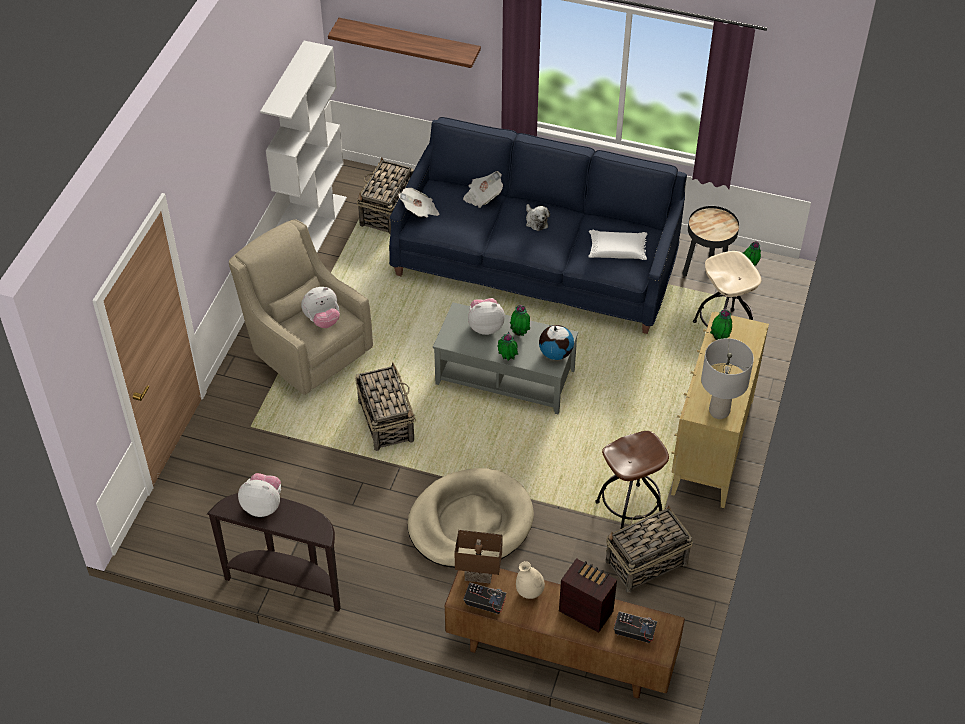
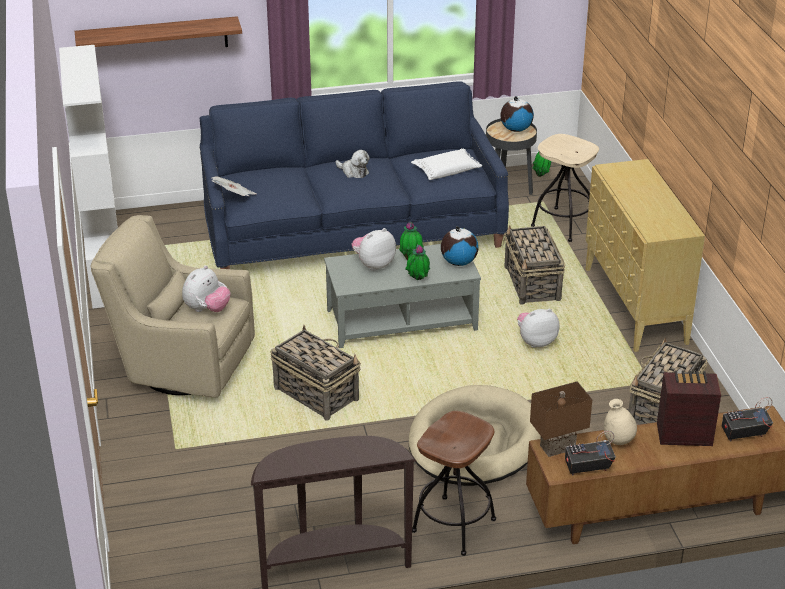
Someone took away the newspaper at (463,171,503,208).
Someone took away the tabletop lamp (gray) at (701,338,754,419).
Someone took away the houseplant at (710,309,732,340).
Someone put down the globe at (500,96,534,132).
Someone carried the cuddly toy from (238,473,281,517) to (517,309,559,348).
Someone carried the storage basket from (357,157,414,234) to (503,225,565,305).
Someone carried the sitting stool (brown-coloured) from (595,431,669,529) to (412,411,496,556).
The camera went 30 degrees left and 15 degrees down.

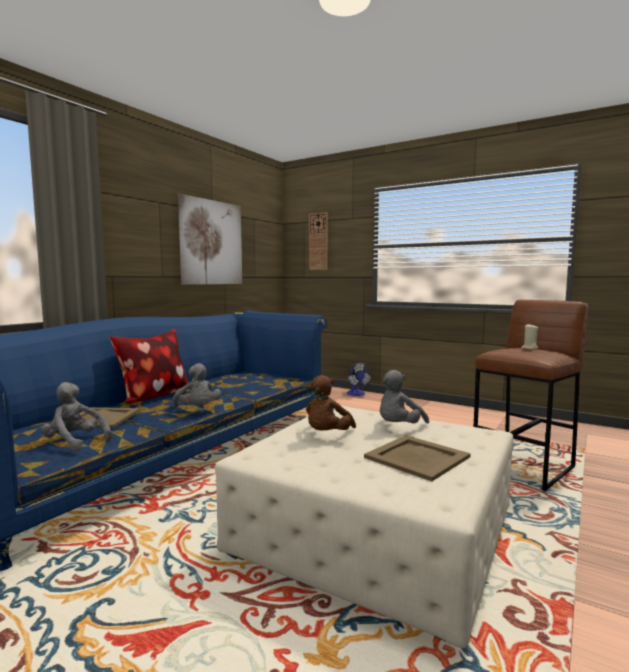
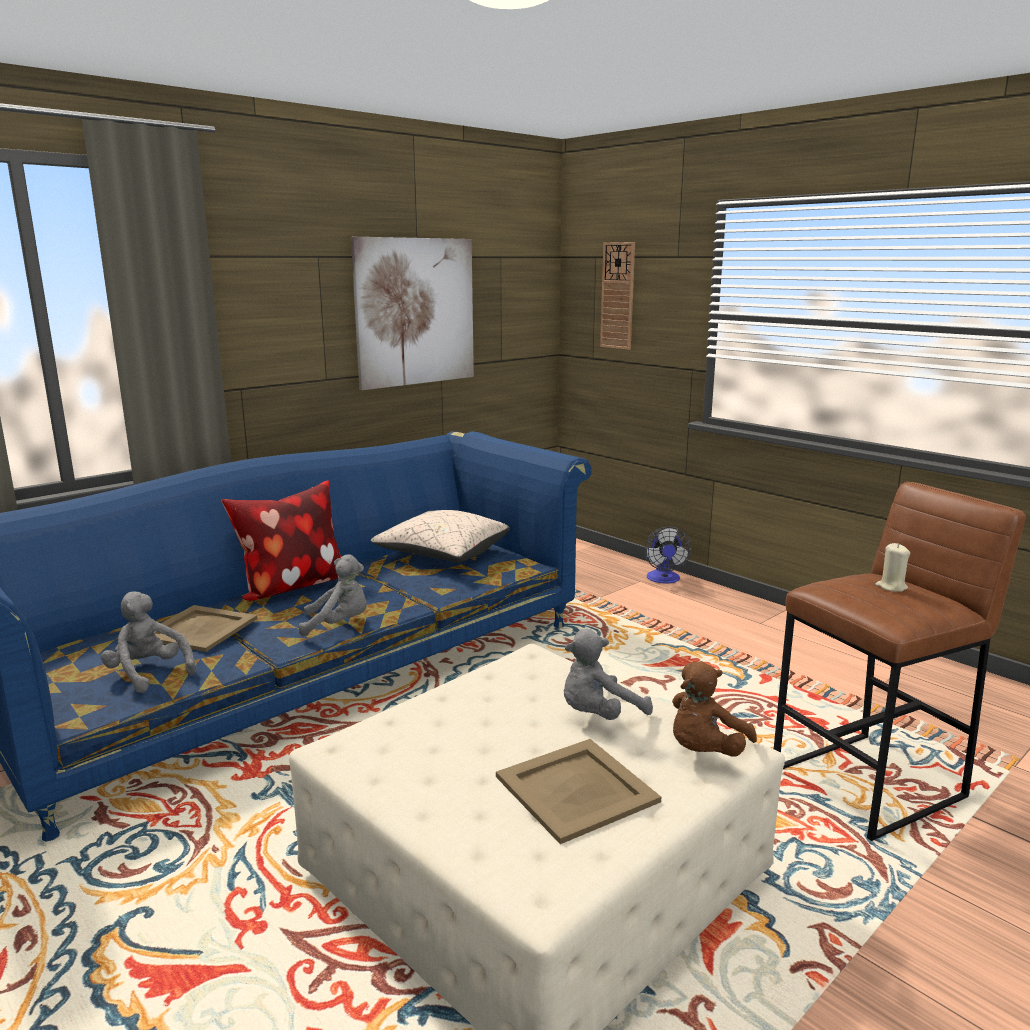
Someone put down the cushion (beige) at (371,510,510,562).
Someone carried the cuddly toy (brown-coloured) from (306,375,356,431) to (672,661,757,757).
Someone rotated the cuddly toy (gray) at (173,363,221,407) by 75 degrees counterclockwise.
The camera went 15 degrees right and 10 degrees up.

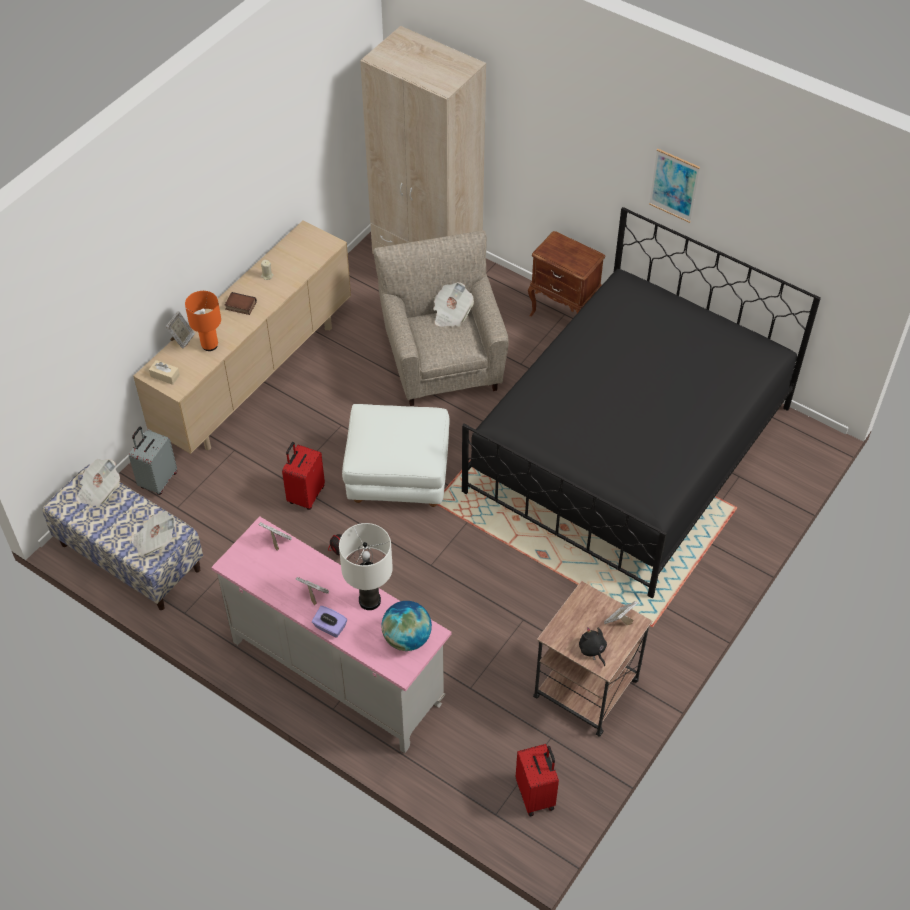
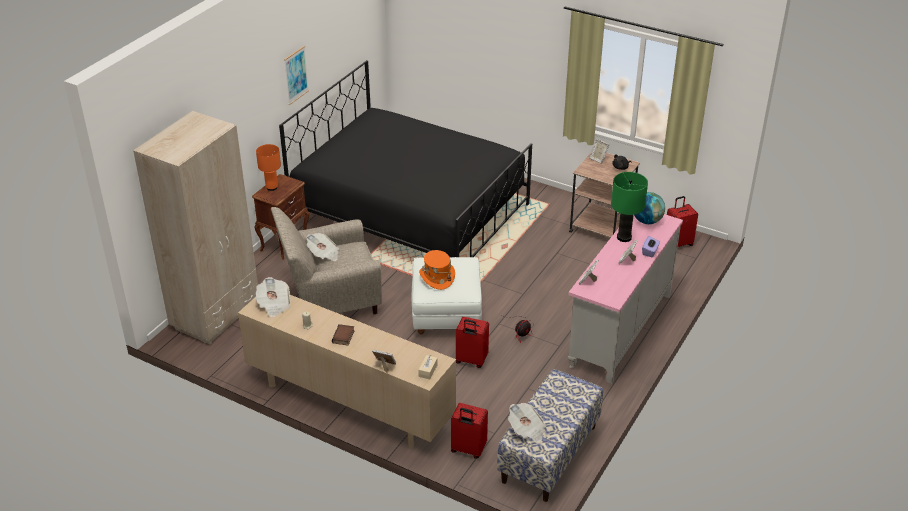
Someone put down the wearable hat (orangey) at (419,250,455,290).
Someone carried the newspaper from (131,511,176,557) to (255,277,291,317).
Someone carried the tabletop lamp (orangey) from (185,291,221,351) to (256,144,281,191).
Someone repainted the piece of luggage (gray) at (129,427,177,495), which became the piece of luggage (red-coloured) at (451,403,488,459).
Someone repainted the tabletop lamp (whitish) at (339,523,393,610), which became the tabletop lamp (greenish) at (611,172,648,242).
The camera went 95 degrees left and 15 degrees down.

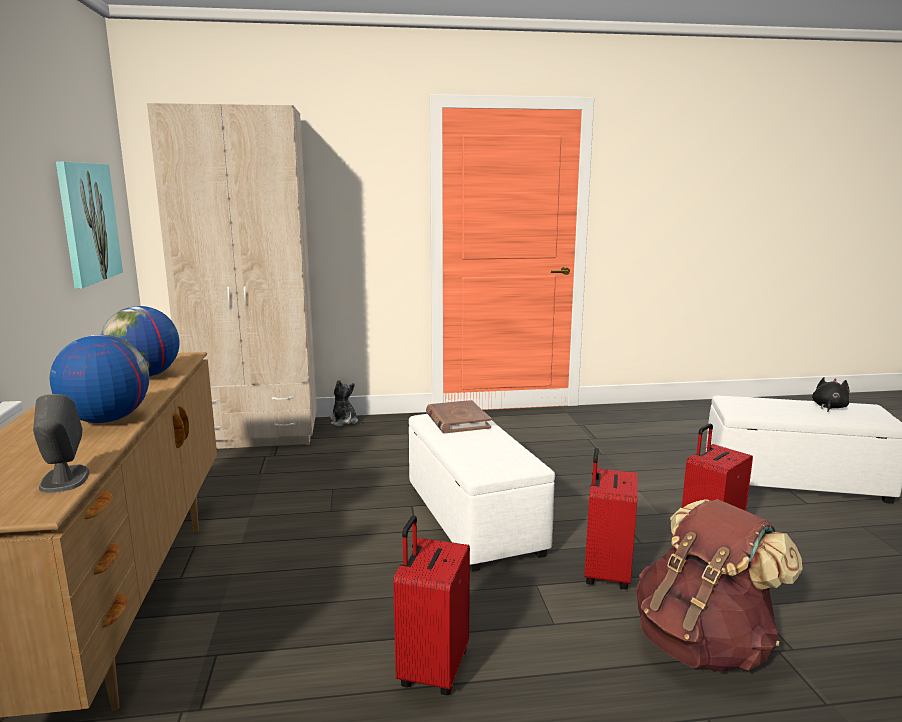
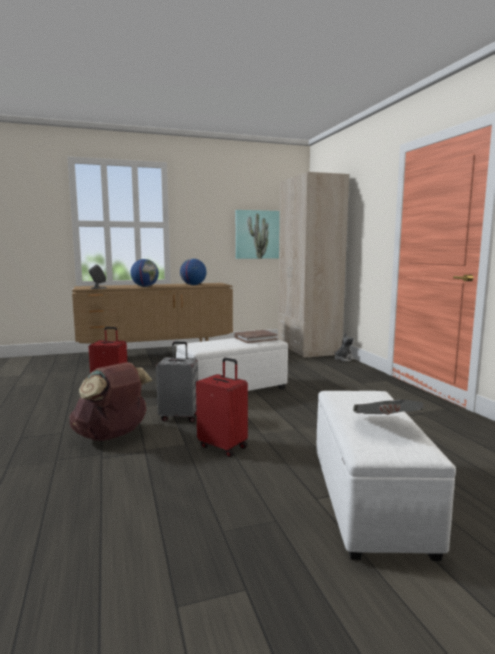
Someone swapped the cuddly toy (black) at (812,377,849,412) for the newspaper at (353,400,424,415).
Someone repainted the piece of luggage (red-coloured) at (584,448,637,590), which became the piece of luggage (gray) at (156,342,198,422).
The camera went 80 degrees right and 5 degrees down.

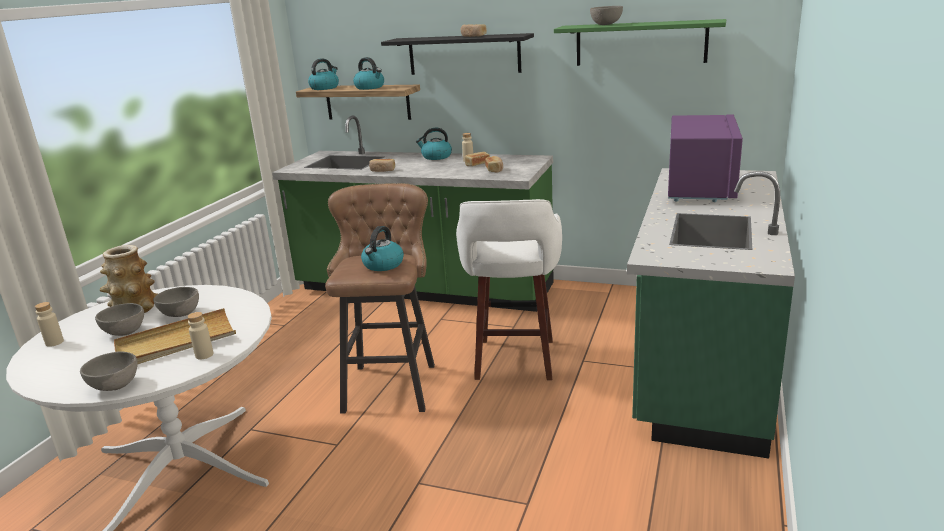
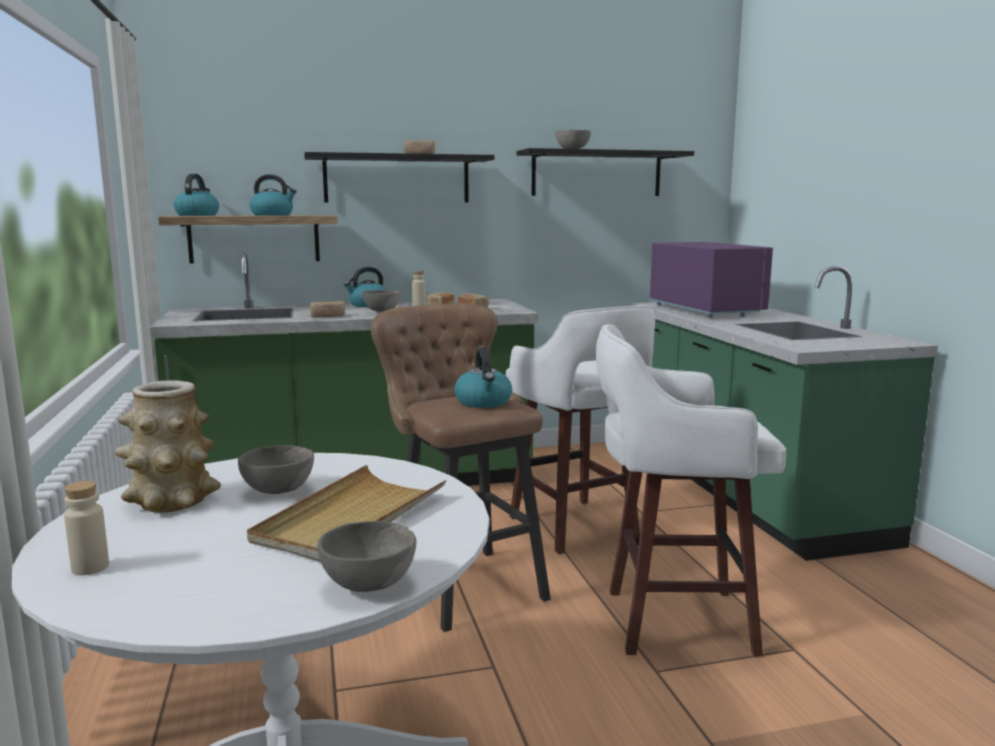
Someone took away the drink bottle (beige) at (187,312,213,360).
Someone put down the sitting stool (whitish) at (596,324,786,656).
Someone carried the deep dish (gray) from (95,303,144,336) to (362,290,400,312).
Someone repainted the shelf (greenish) at (554,19,726,66), which became the shelf (black) at (516,148,694,196).
The camera went 35 degrees left and 10 degrees down.

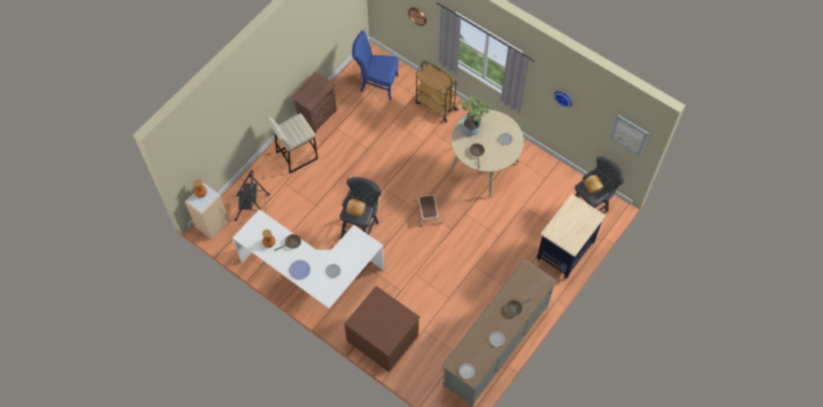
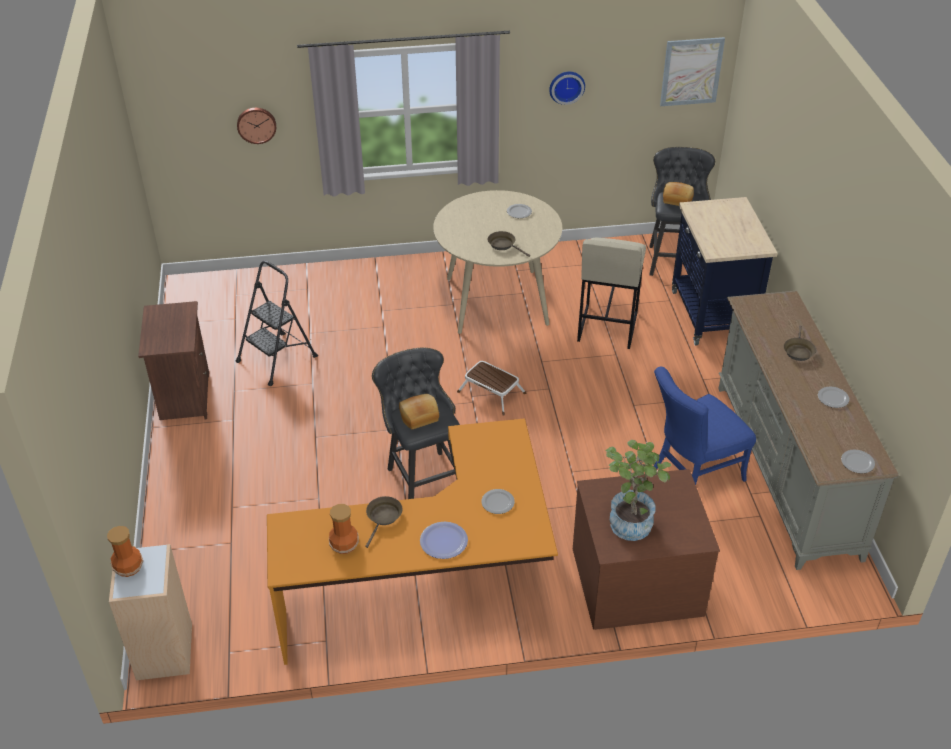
Someone took away the trolley (brown-coloured) at (415,61,459,122).
Someone carried the step ladder (black) from (235,170,270,221) to (236,261,318,386).
Someone carried the sitting stool (beige) from (266,113,318,173) to (577,238,646,349).
Someone carried the chair (bluish) from (352,30,399,100) to (654,367,756,485).
Someone carried the houseplant from (460,96,491,136) to (606,440,672,541).
Someone repainted the desk (whitish) at (233,209,384,308), which became the desk (orangey) at (267,418,558,665).
The camera went 45 degrees left and 20 degrees down.

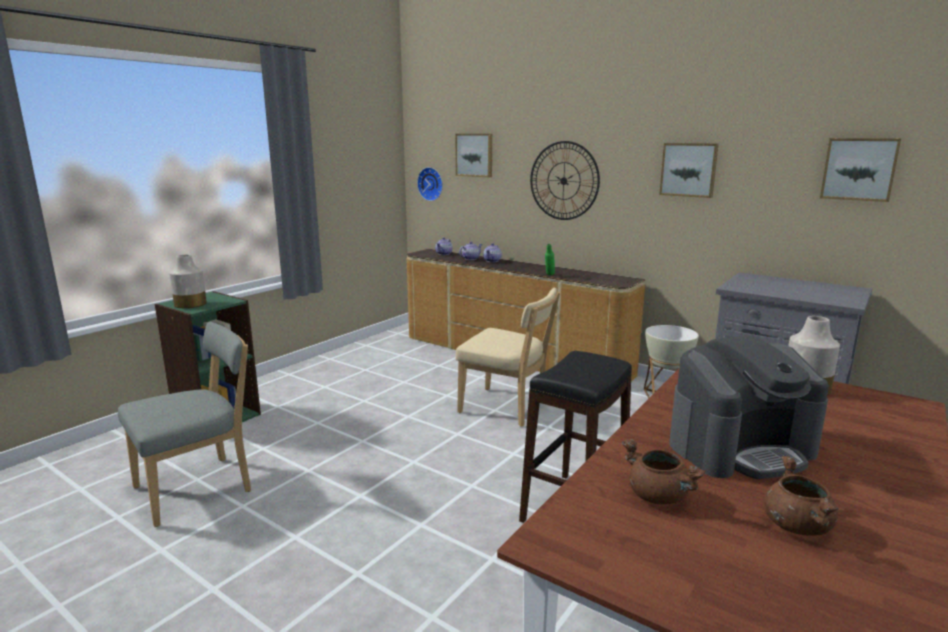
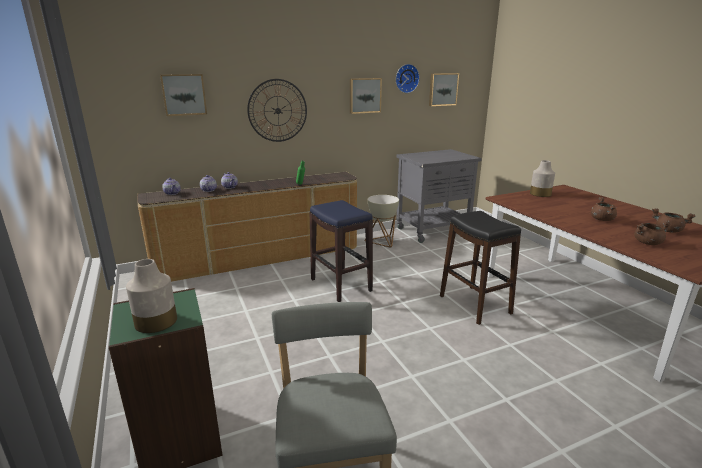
Someone carried the wall clock from (417,167,443,201) to (396,64,420,93).
Someone swapped the chair (beige) at (456,288,560,427) for the sitting stool at (310,200,373,302).
Someone swapped the coffee machine at (669,335,829,479) for the saucepot (brown-coloured) at (591,197,617,221).
The camera went 60 degrees left and 5 degrees up.

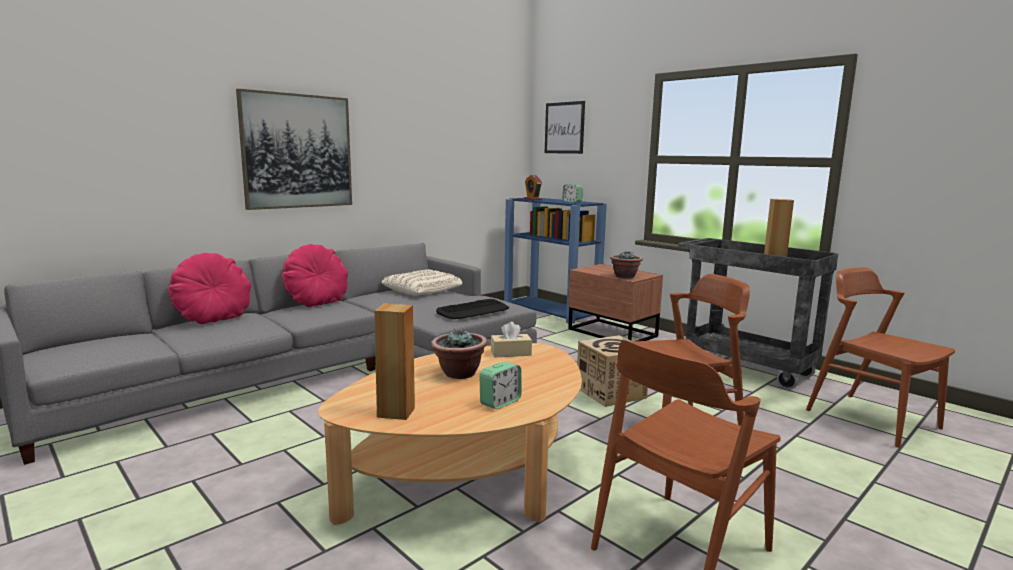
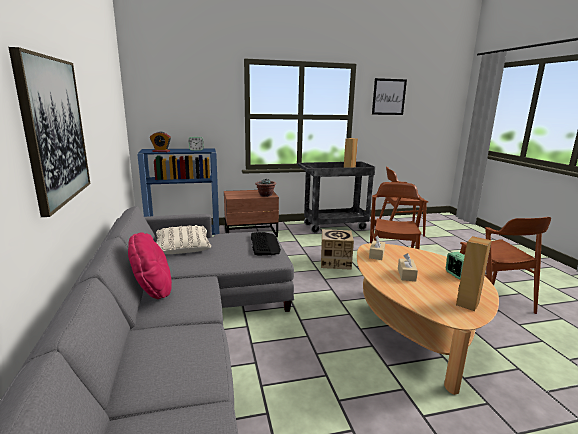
Someone took away the cushion (pink-coloured) at (168,253,251,324).
Someone carried the picture from (545,101,585,154) to (372,78,407,115).
Someone swapped the houseplant at (431,328,487,379) for the box of tissues (beige) at (398,253,418,281).
The camera went 60 degrees left and 5 degrees up.

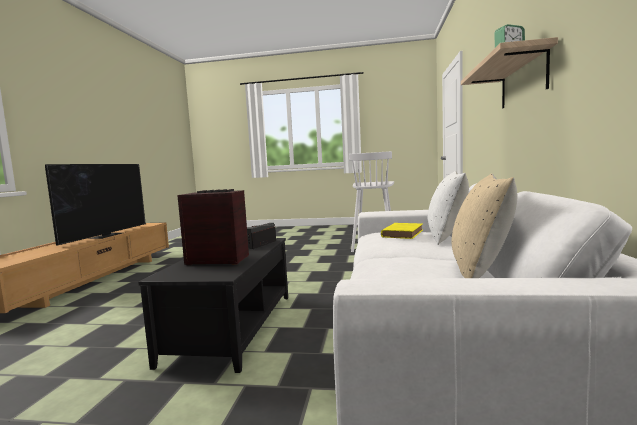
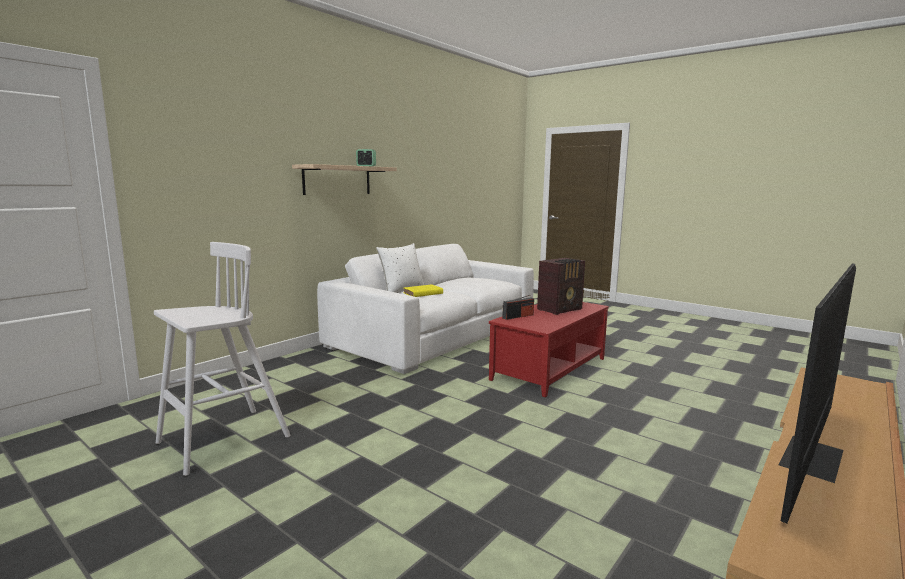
Someone took away the cushion (beige) at (451,173,517,278).
Someone repainted the lounge table (black) at (138,238,288,373), which became the lounge table (red-coloured) at (489,302,609,397).
Someone rotated the radio set at (177,189,249,265) by 75 degrees counterclockwise.
The camera went 150 degrees left and 5 degrees up.

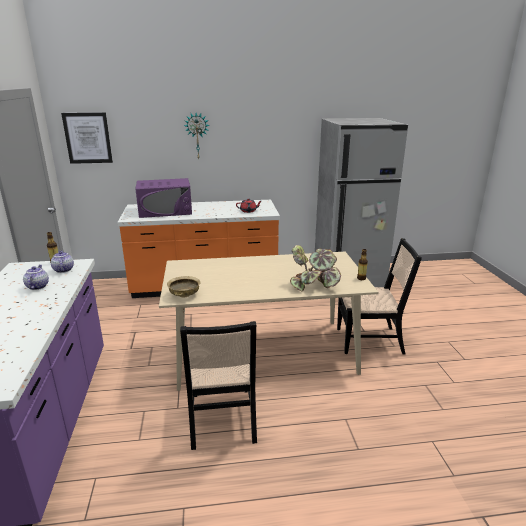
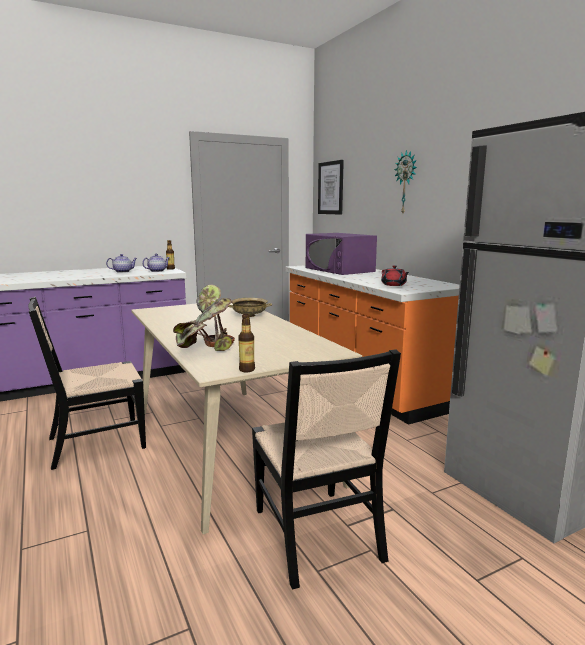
Someone carried the deep dish (beige) from (167,276,200,298) to (228,298,272,317).
The camera went 70 degrees right and 10 degrees down.

